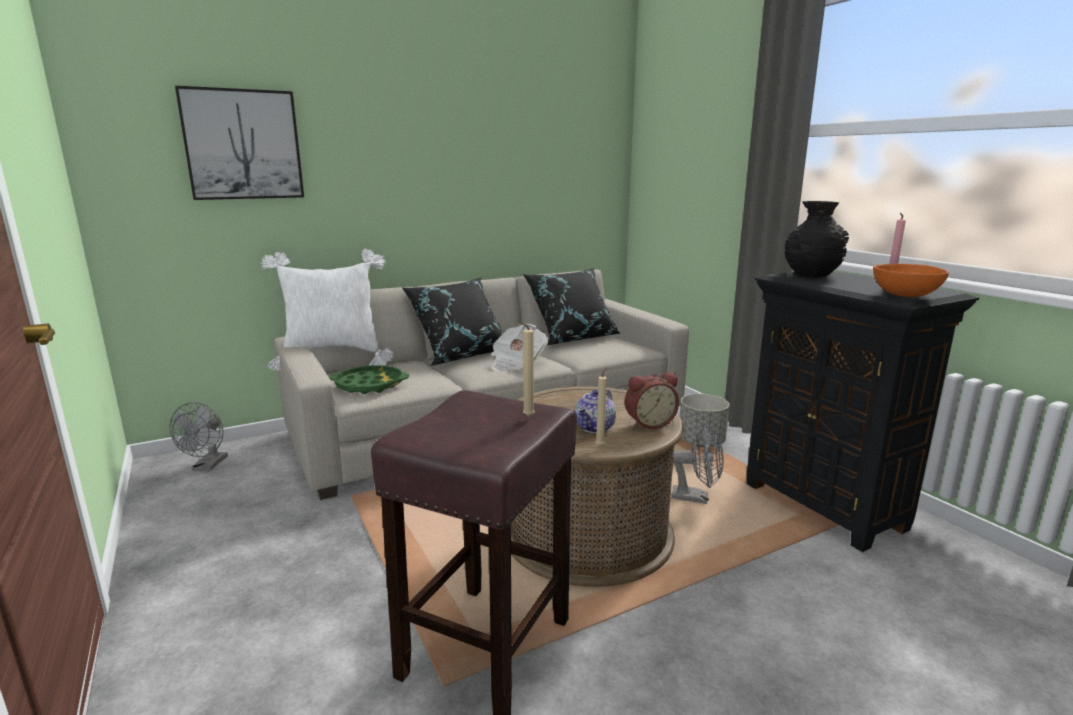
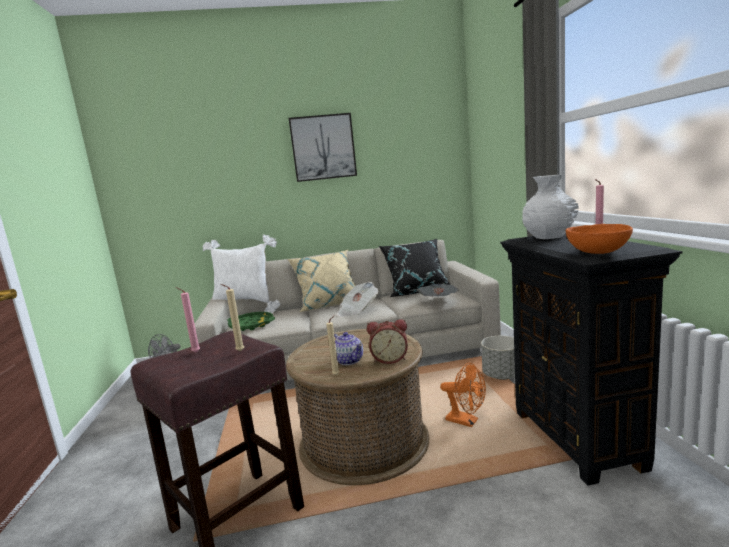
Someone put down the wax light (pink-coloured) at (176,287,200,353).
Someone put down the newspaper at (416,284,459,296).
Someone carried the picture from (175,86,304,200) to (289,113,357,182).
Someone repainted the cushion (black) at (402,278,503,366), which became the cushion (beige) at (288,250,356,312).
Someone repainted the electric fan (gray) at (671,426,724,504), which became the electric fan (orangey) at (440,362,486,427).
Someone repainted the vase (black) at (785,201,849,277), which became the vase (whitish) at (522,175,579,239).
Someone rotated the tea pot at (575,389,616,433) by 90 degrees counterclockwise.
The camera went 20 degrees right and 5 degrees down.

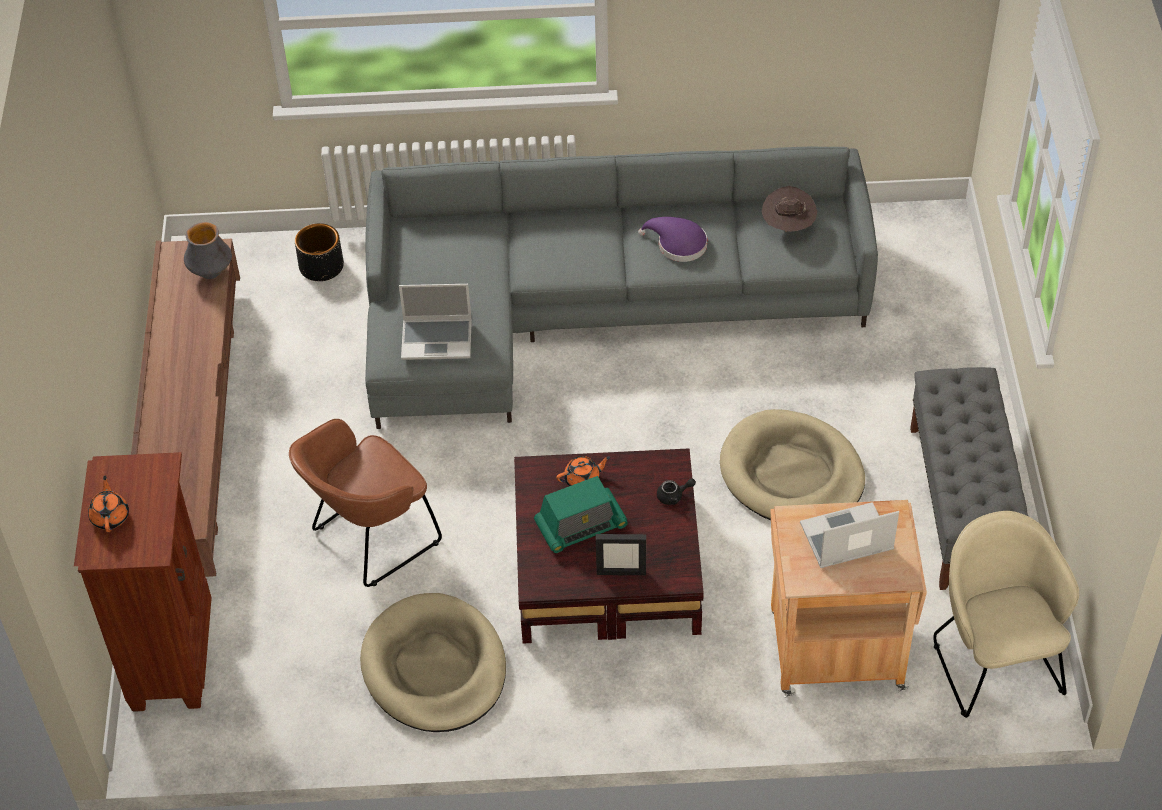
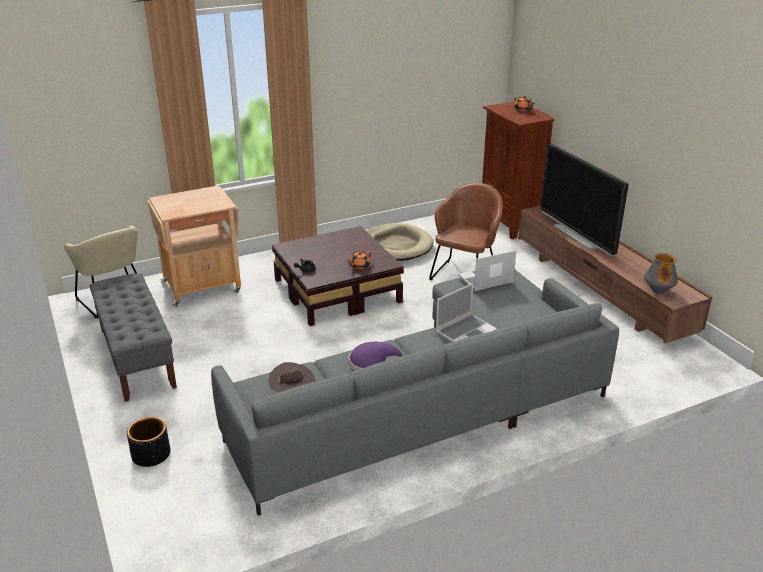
Someone took away the radio set at (534,476,628,553).
Someone took away the picture frame at (596,534,646,575).
Someone took away the pet bed (beige) at (720,409,865,520).
Someone put down the television at (540,144,629,256).
Someone carried the planter (black) from (295,223,344,281) to (127,417,170,467).
Someone carried the notebook computer from (800,502,899,568) to (435,283,497,342).
The camera went 155 degrees right and 20 degrees down.

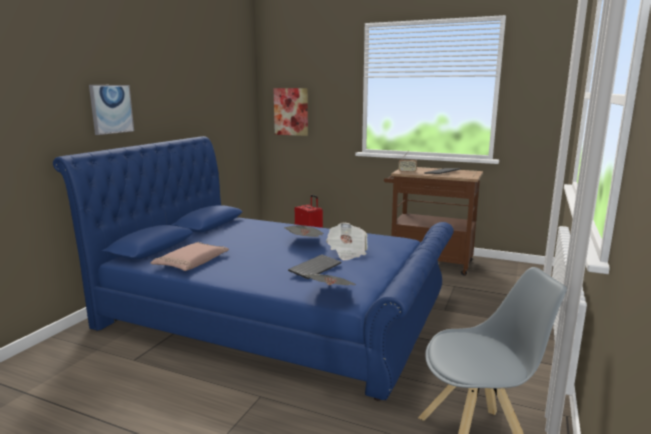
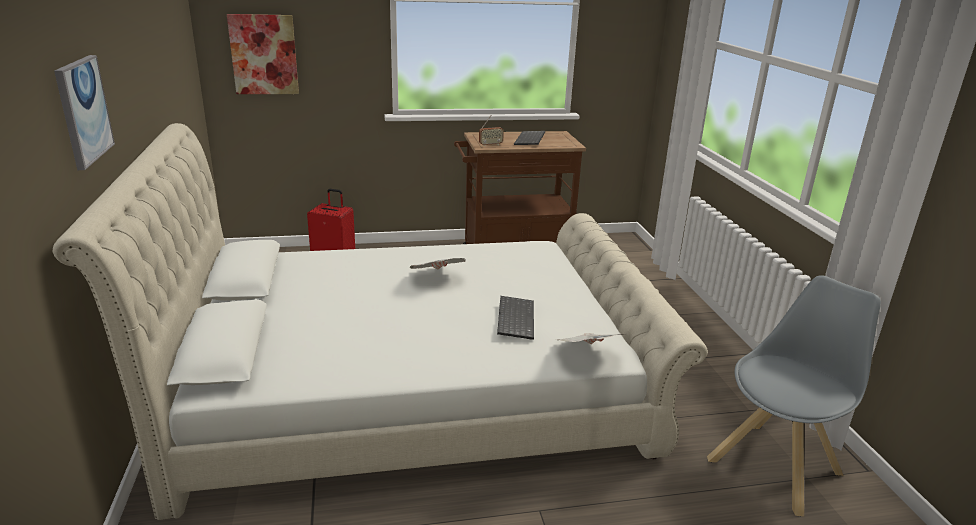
Someone took away the cushion (beige) at (151,242,229,271).
Someone took away the newspaper at (326,223,368,260).
Someone repainted the bed (bluish) at (53,136,454,401), which became the bed (beige) at (52,123,708,520).
The camera went 35 degrees left and 10 degrees up.

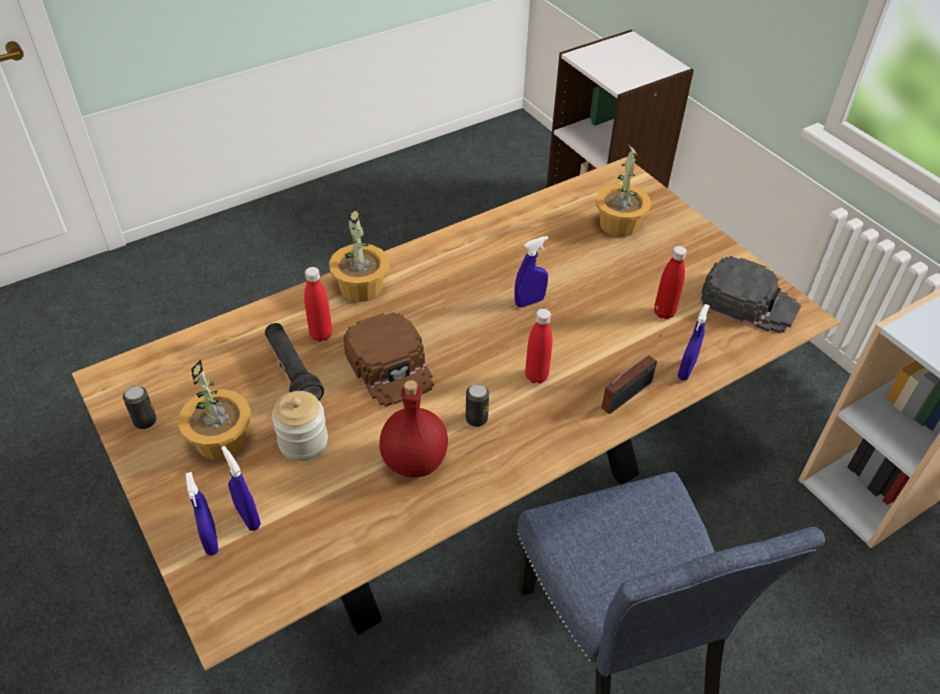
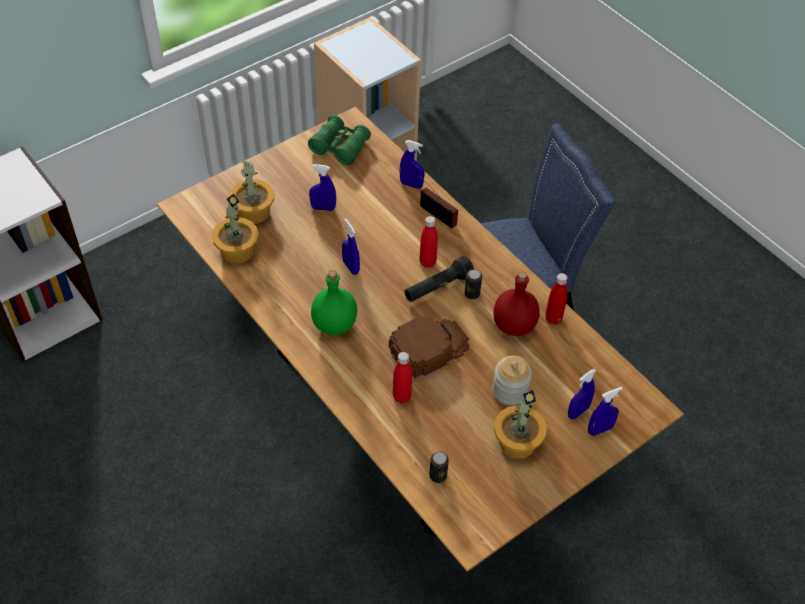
Someone put down the spray bottle (bluish) at (309,164,336,211).
Someone put down the drink bottle (greenish) at (311,270,357,335).
Someone carried the can from (123,386,157,429) to (429,452,449,483).
Someone carried the flashlight (black) from (265,323,324,400) to (405,256,474,302).
Someone carried the houseplant from (329,207,389,302) to (212,194,259,264).
Someone carried the drink bottle (red-coloured) from (654,246,687,319) to (545,273,568,325).
Someone swapped the cap (black) at (700,256,801,334) for the binoculars (greenish) at (308,115,371,165).
The camera went 95 degrees left and 5 degrees up.

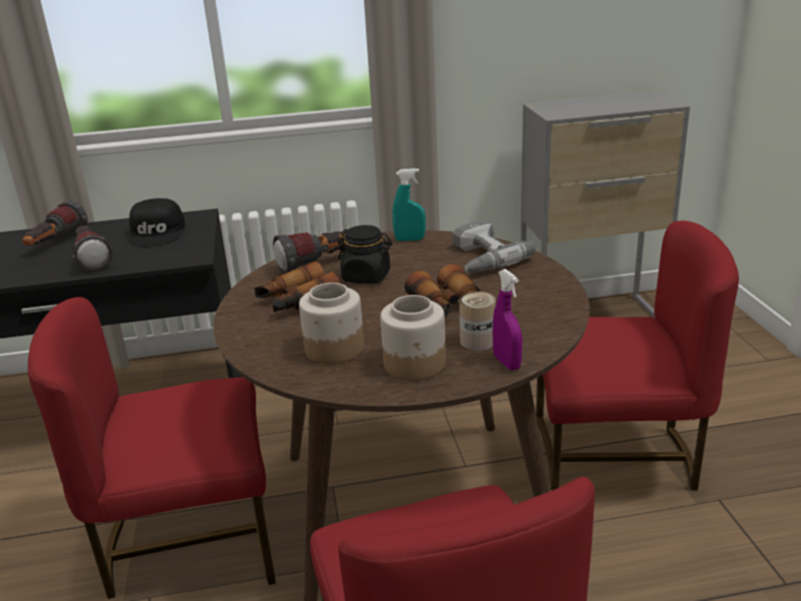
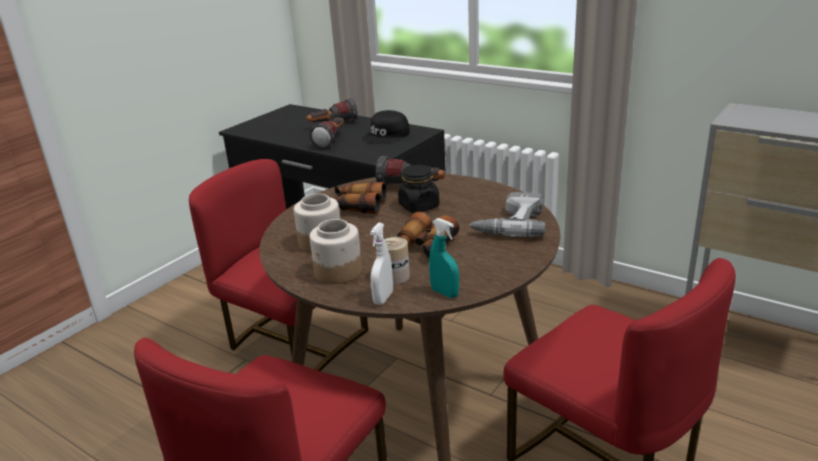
Someone carried the spray bottle (turquoise) from (392,168,425,241) to (429,218,459,298).
Someone repainted the spray bottle (purple) at (493,269,522,370), which became the spray bottle (whitish) at (370,223,393,305).
The camera went 45 degrees right and 0 degrees up.

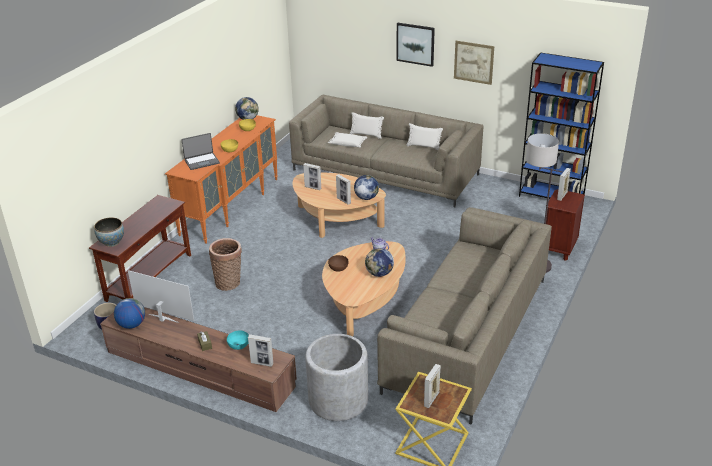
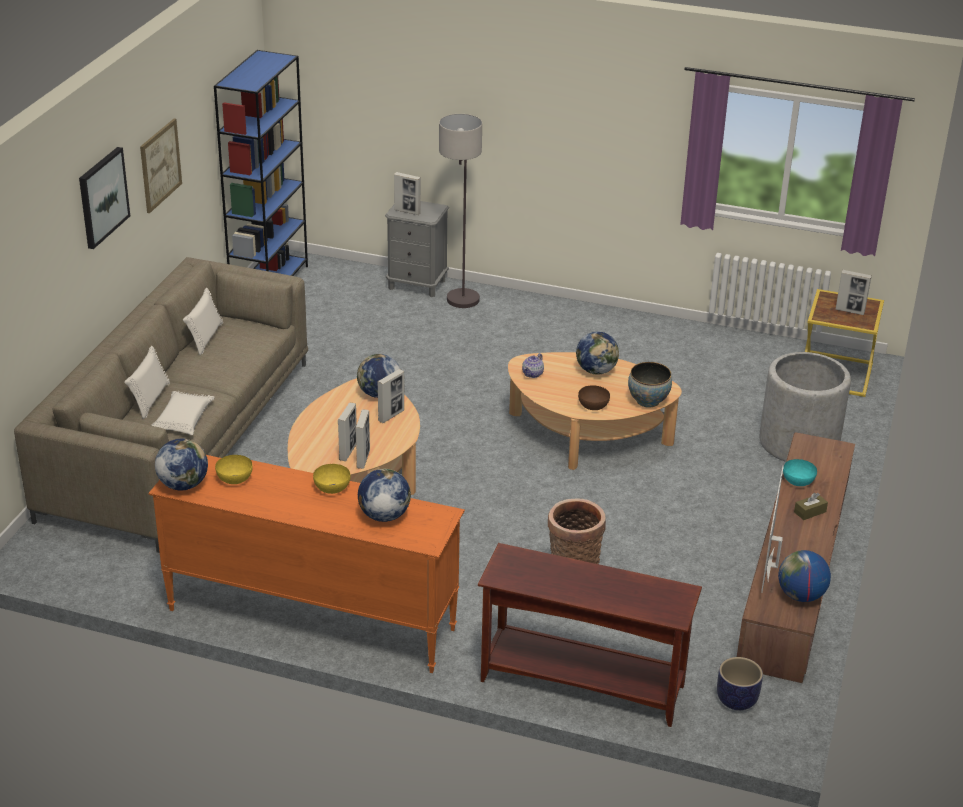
Someone took away the sofa (beige) at (377,207,552,425).
Someone carried the deep dish from (94,218,124,247) to (628,362,672,408).
Someone carried the picture frame from (248,334,274,367) to (355,410,370,469).
Someone swapped the notebook computer at (181,133,220,170) for the globe at (358,469,411,522).
Someone repainted the night table (brown-coloured) at (546,189,585,261), which became the night table (gray) at (385,201,449,297).
The camera went 100 degrees left and 0 degrees up.

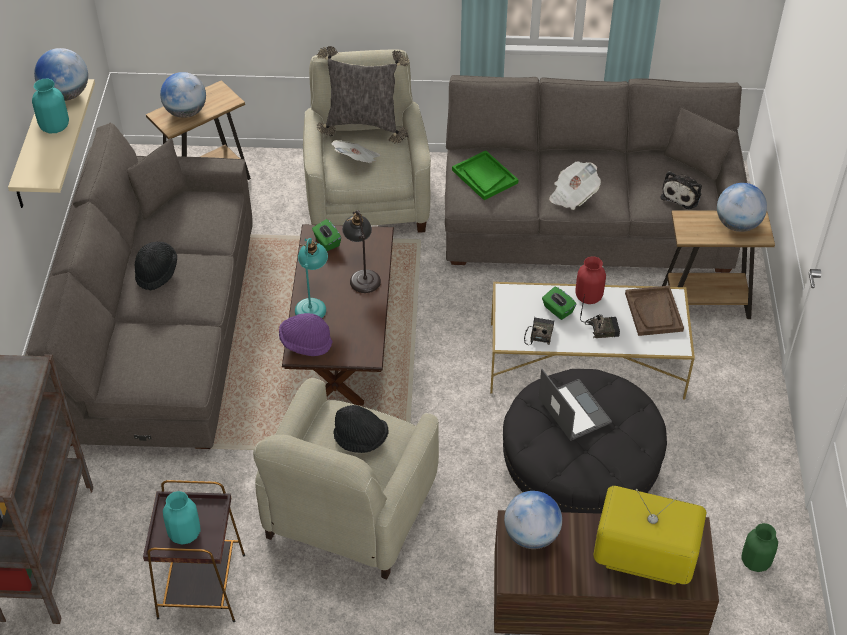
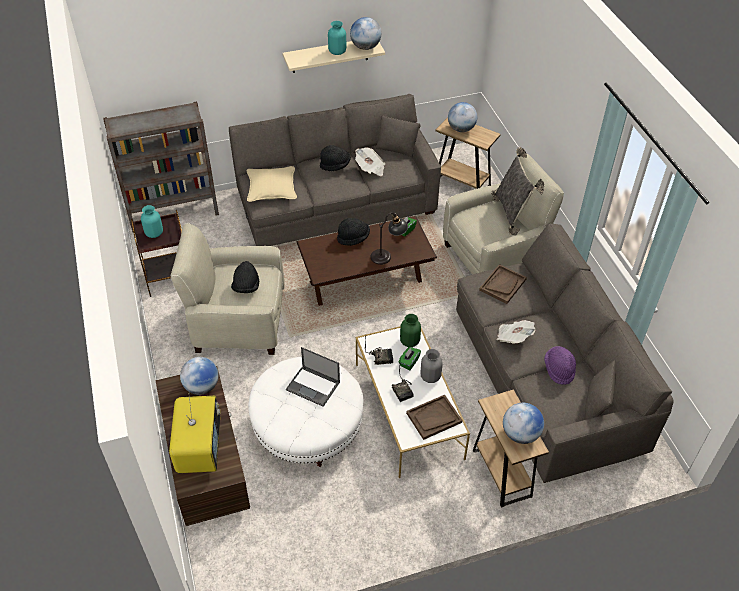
Someone took away the cuddly toy at (660,171,702,209).
Someone put down the cushion (beige) at (247,166,297,202).
Someone carried the wearable hat (purple) from (279,313,333,356) to (544,346,576,385).
Someone carried the newspaper from (332,140,380,163) to (355,147,385,176).
Someone carried the vase (greenish) from (741,523,778,572) to (400,314,421,347).
Someone swapped the tabletop lamp (turquoise) at (295,238,328,318) for the wearable hat (black) at (337,218,370,246).
Someone repainted the serving tray (greenish) at (452,150,518,200), which became the serving tray (brown-coloured) at (479,264,527,304).
Someone repainted the footrest (black) at (503,369,667,514), which became the footrest (whitish) at (248,357,363,468).
Someone repainted the vase (red-coloured) at (575,256,606,304), which became the vase (gray) at (421,349,442,383).
Someone rotated the notebook computer at (538,369,612,441) by 75 degrees clockwise.
The camera went 70 degrees right and 0 degrees up.

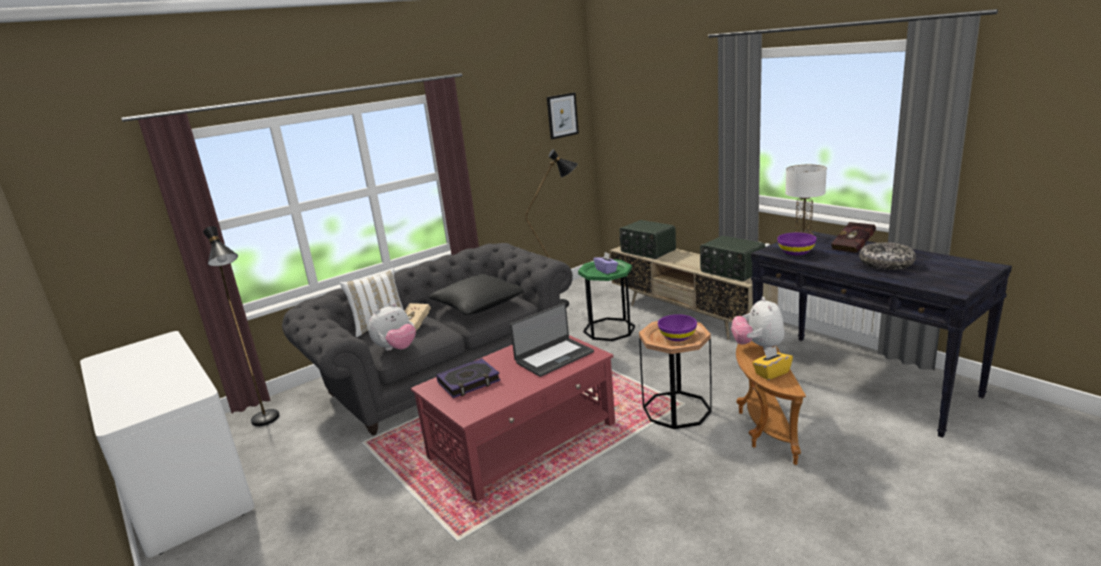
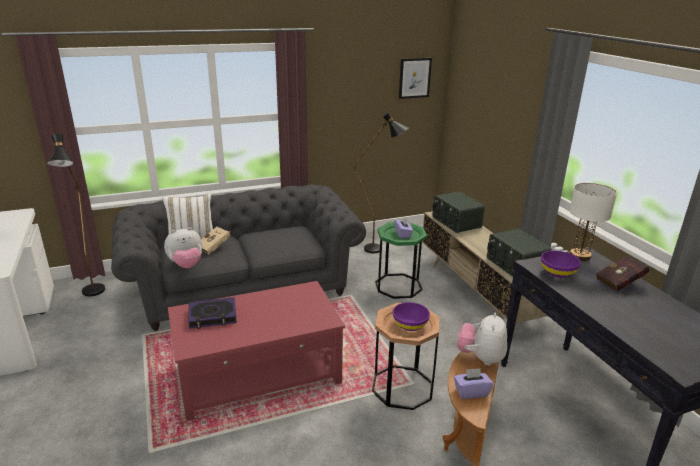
Someone took away the cushion (black) at (429,274,524,315).
Someone took away the notebook computer at (510,303,594,377).
Someone took away the deep dish at (859,242,916,270).
Someone repainted the box of tissues (yellow) at (752,346,793,380), which became the box of tissues (purple) at (454,368,494,399).
The camera went 15 degrees right and 5 degrees up.

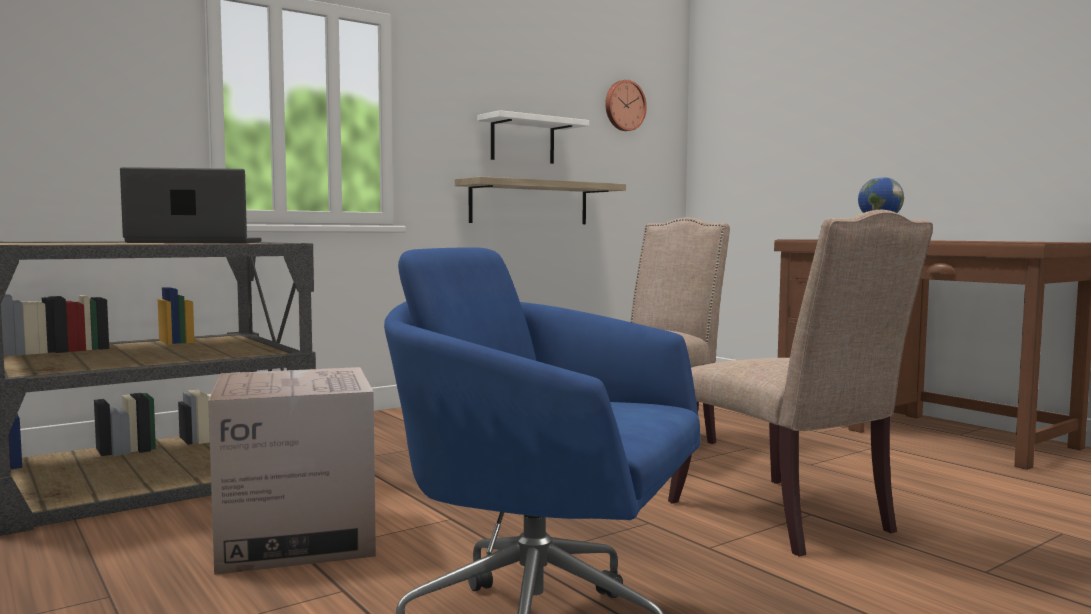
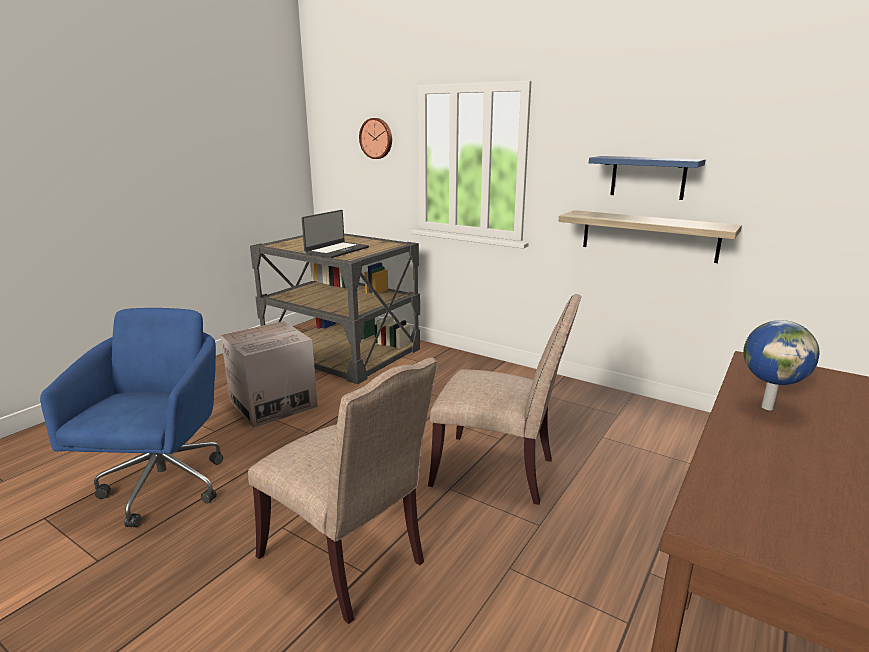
Someone carried the wall clock from (605,80,647,131) to (359,118,392,159).
Someone repainted the shelf (whitish) at (477,110,589,164), which became the shelf (bluish) at (589,156,705,200).
Someone rotated the notebook computer at (120,167,261,243) by 60 degrees clockwise.
Someone rotated the chair (beige) at (668,210,933,557) by 90 degrees counterclockwise.
The camera went 70 degrees right and 15 degrees up.

